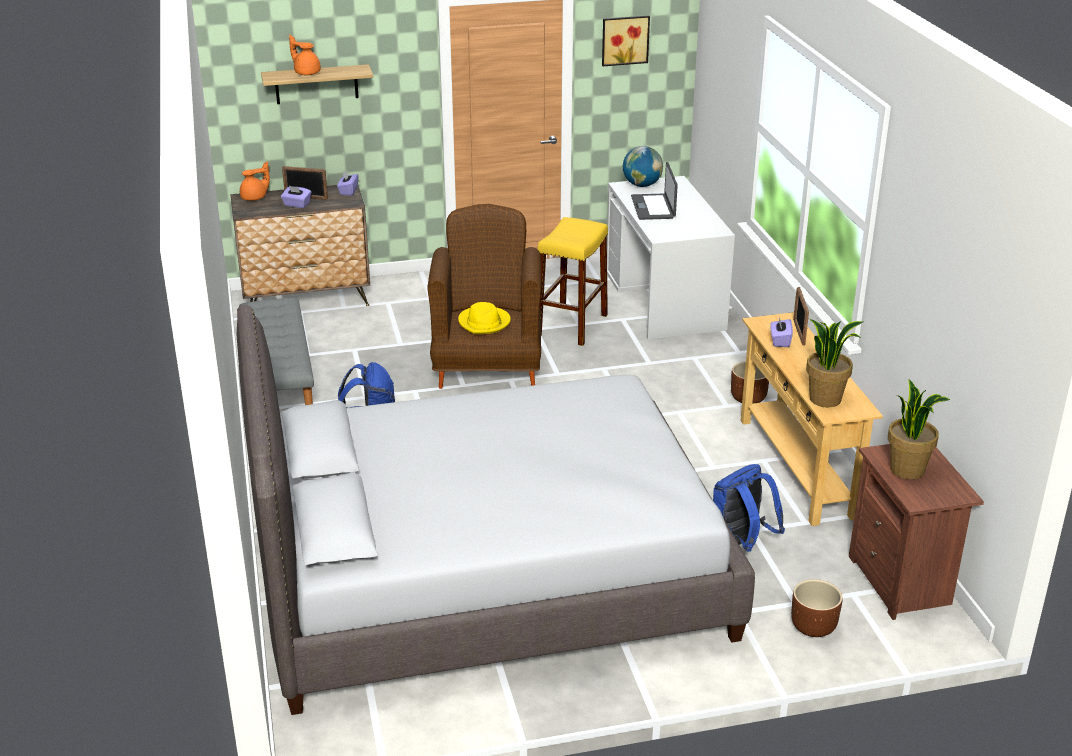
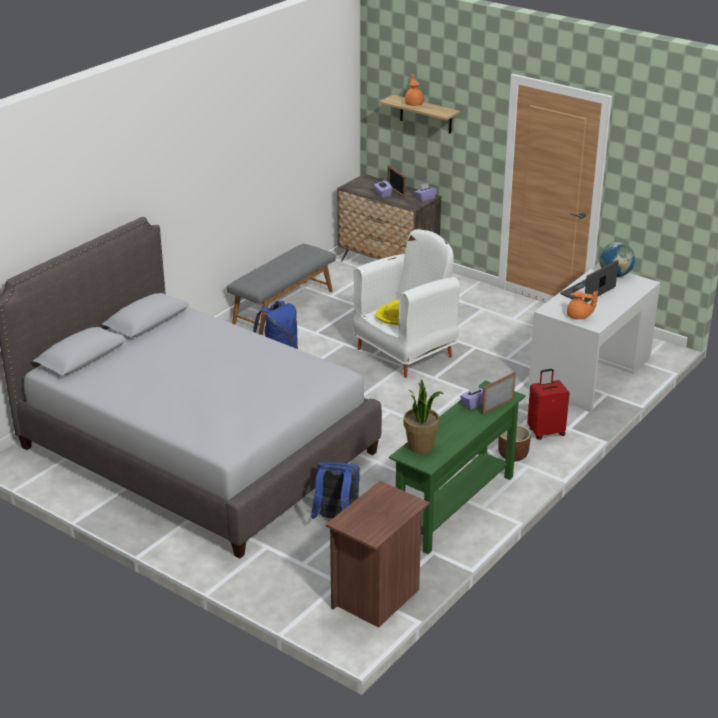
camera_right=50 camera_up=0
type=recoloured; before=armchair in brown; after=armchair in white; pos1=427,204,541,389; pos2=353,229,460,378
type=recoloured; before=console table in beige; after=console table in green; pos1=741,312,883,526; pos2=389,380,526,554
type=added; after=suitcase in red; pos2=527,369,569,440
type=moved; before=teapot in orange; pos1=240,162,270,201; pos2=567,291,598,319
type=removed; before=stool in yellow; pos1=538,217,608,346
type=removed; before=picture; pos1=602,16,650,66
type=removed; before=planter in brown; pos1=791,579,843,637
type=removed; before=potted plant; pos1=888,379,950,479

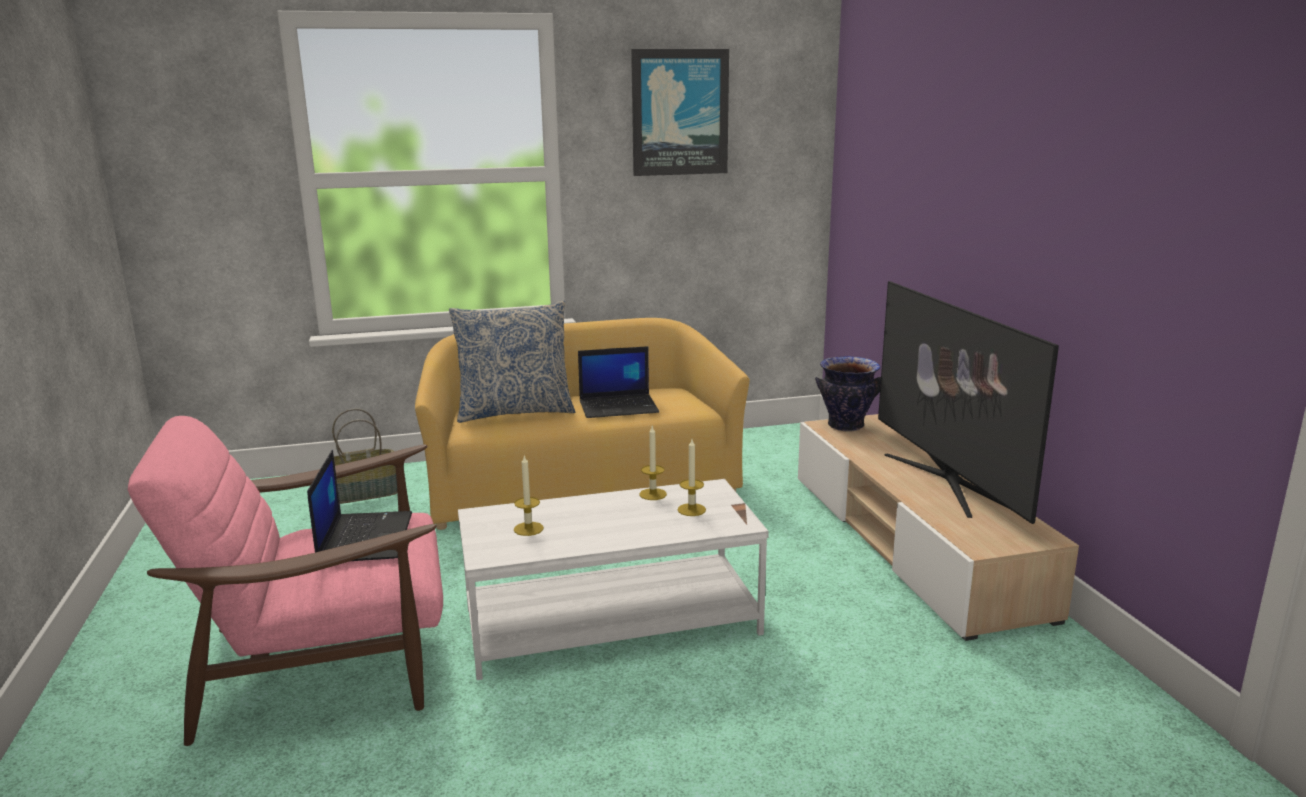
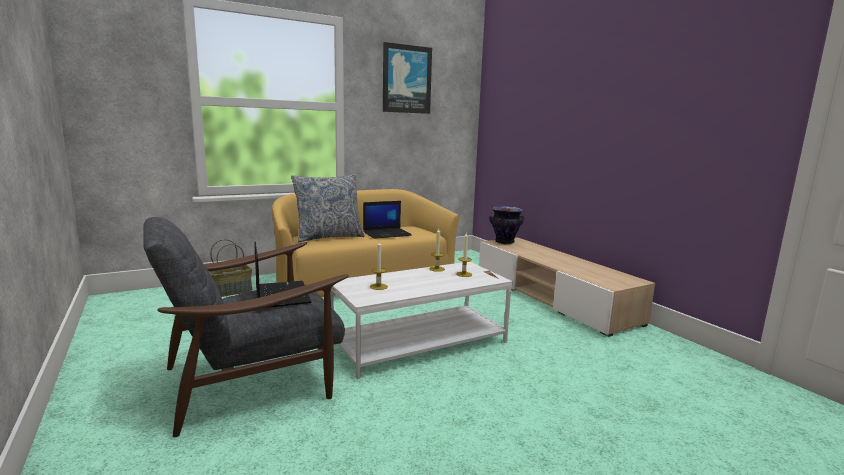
camera_right=-15 camera_up=-5
type=recoloured; before=armchair in pink; after=armchair in grey; pos1=128,416,443,746; pos2=143,217,349,437
type=removed; before=television; pos1=878,281,1059,524

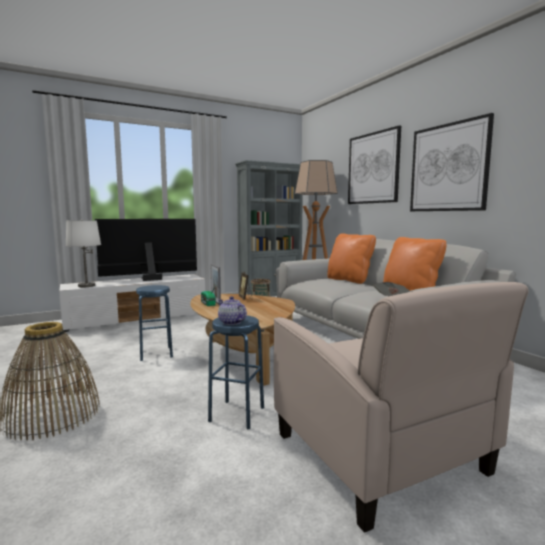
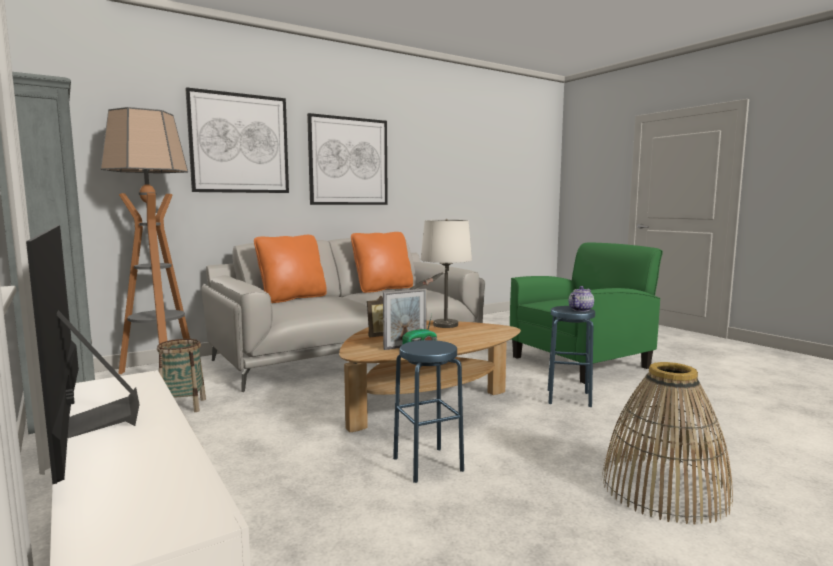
camera_right=-95 camera_up=0
type=moved; before=table lamp in white; pos1=66,220,101,287; pos2=421,219,472,328
type=recoloured; before=armchair in beige; after=armchair in green; pos1=274,282,528,533; pos2=510,243,663,384

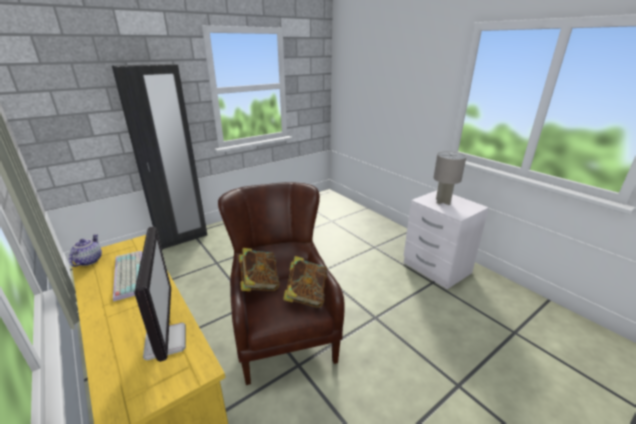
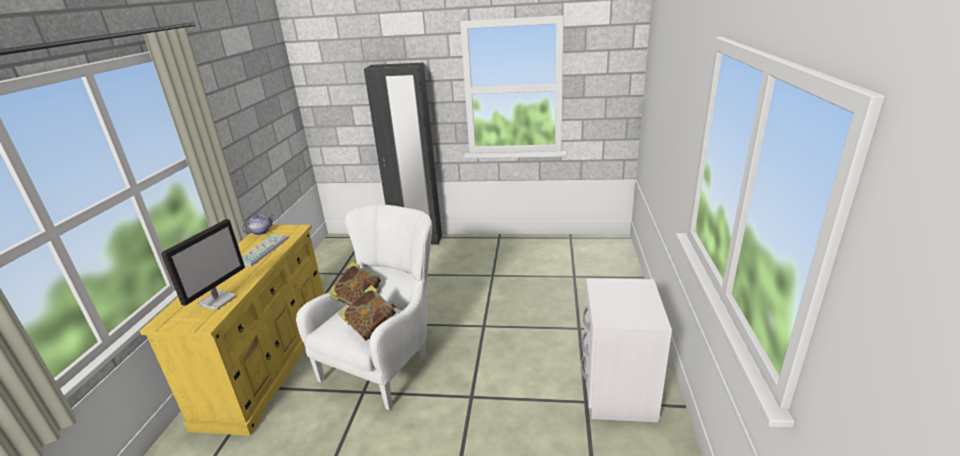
camera_right=45 camera_up=0
type=recoloured; before=armchair in brown; after=armchair in white; pos1=218,182,345,385; pos2=296,205,432,410
type=removed; before=table lamp in grey; pos1=433,151,466,205

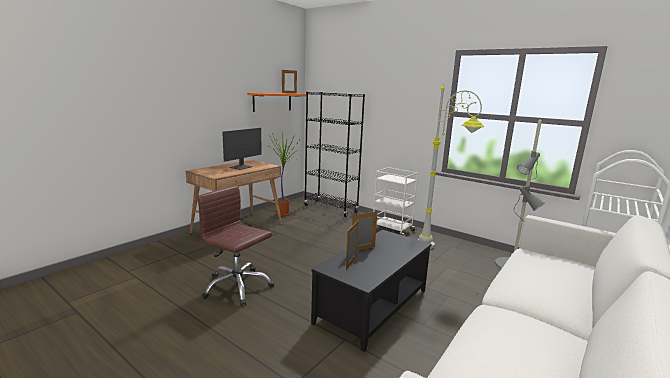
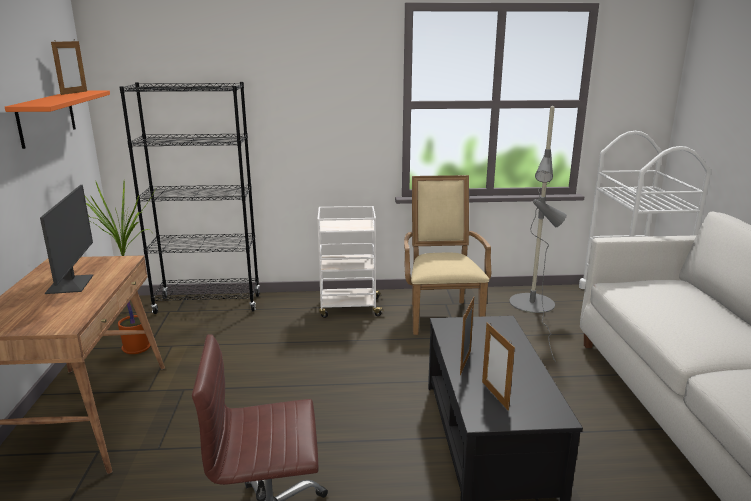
camera_right=-40 camera_up=5
type=replaced; before=floor lamp in grey; after=armchair in beige; pos1=418,83,484,249; pos2=404,175,491,335

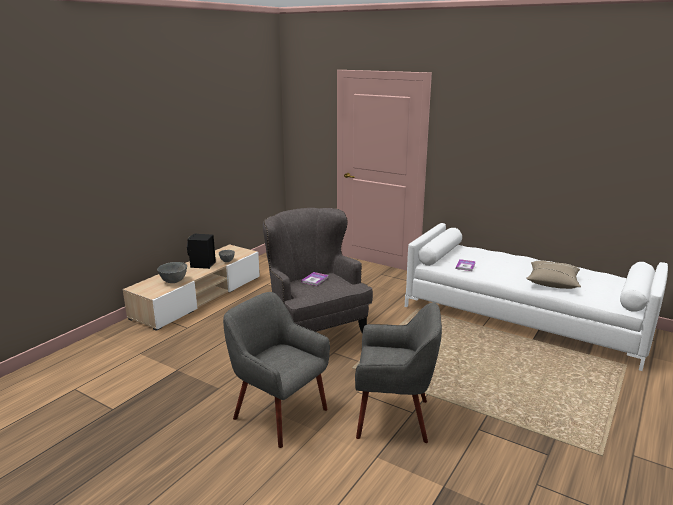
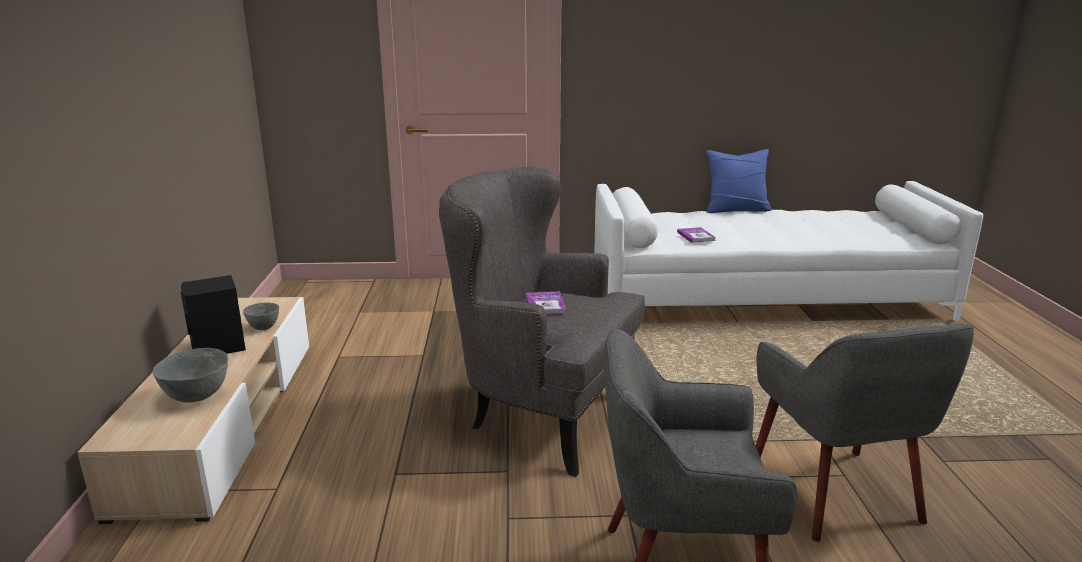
camera_right=-35 camera_up=0
type=added; after=pillow in blue; pos2=706,149,771,213
type=turned; before=armchair in grey; pos1=355,302,442,443; pos2=756,323,974,542; turn=105
type=removed; before=pillow in beige; pos1=526,260,581,289

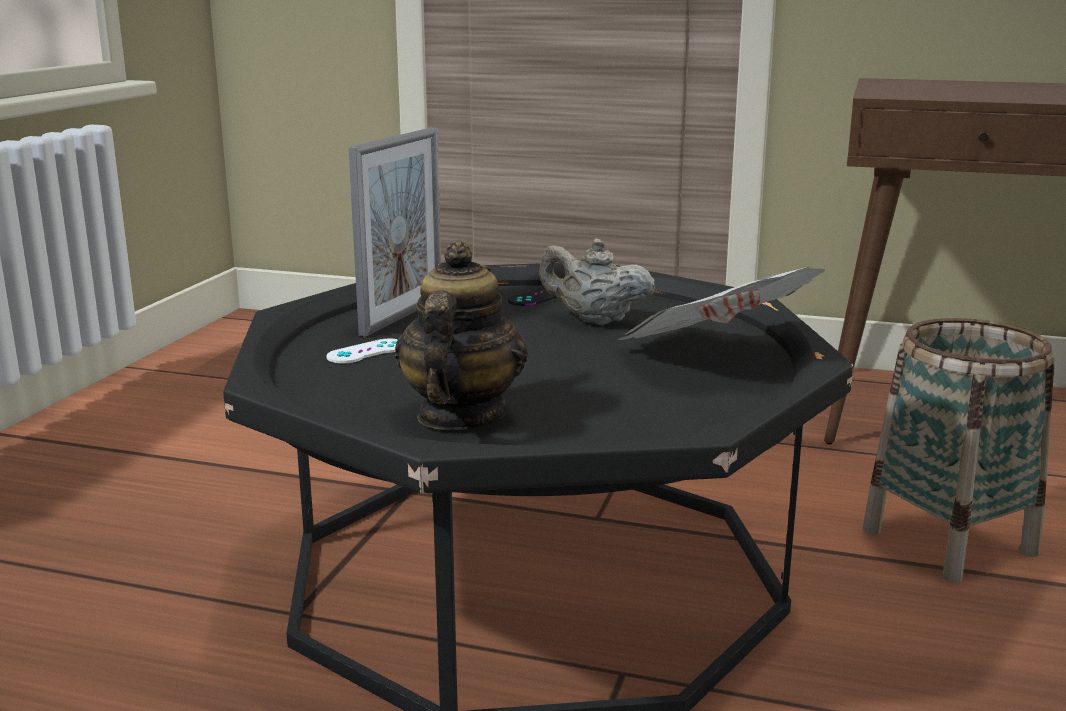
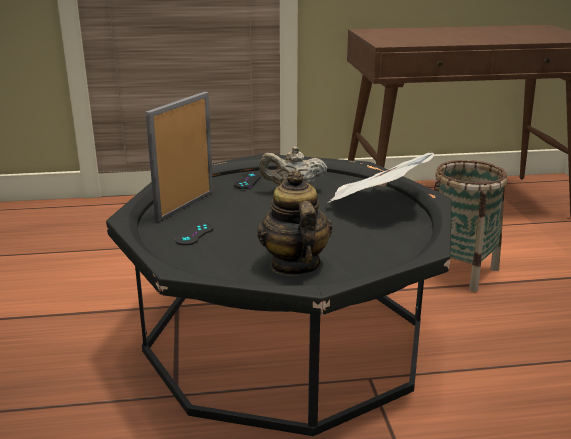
camera_right=-25 camera_up=5
type=turned; before=picture frame; pos1=348,128,441,337; pos2=146,92,213,222; turn=-150
type=recoloured; before=game controller in white; after=game controller in black; pos1=326,339,398,363; pos2=175,223,213,245

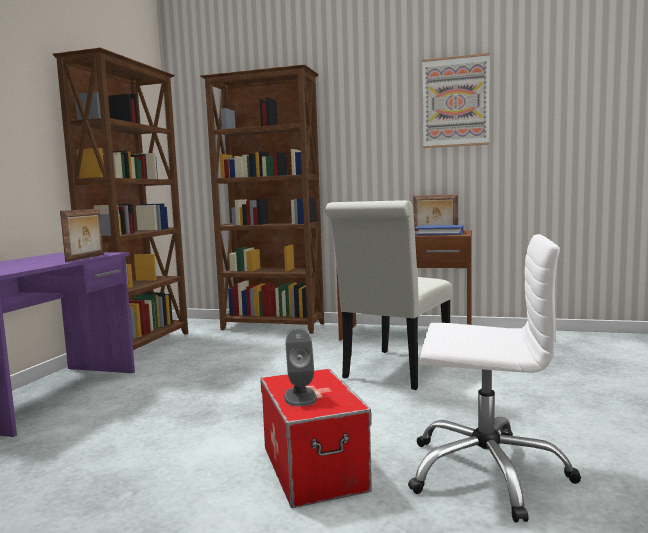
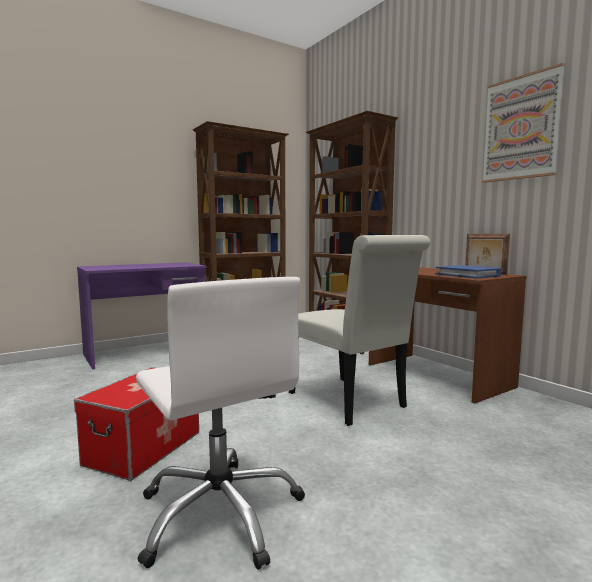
camera_right=40 camera_up=0
type=turned; before=chair in white; pos1=325,200,453,390; pos2=289,235,430,426; turn=-105
type=removed; before=picture frame; pos1=60,209,104,262
type=removed; before=speaker in grey; pos1=284,329,317,406

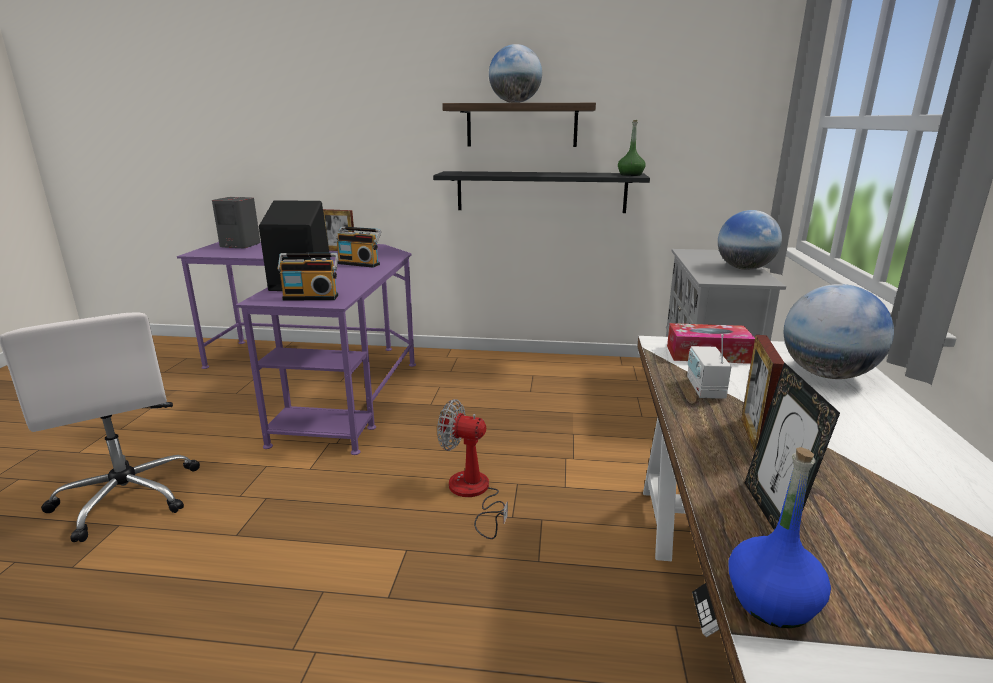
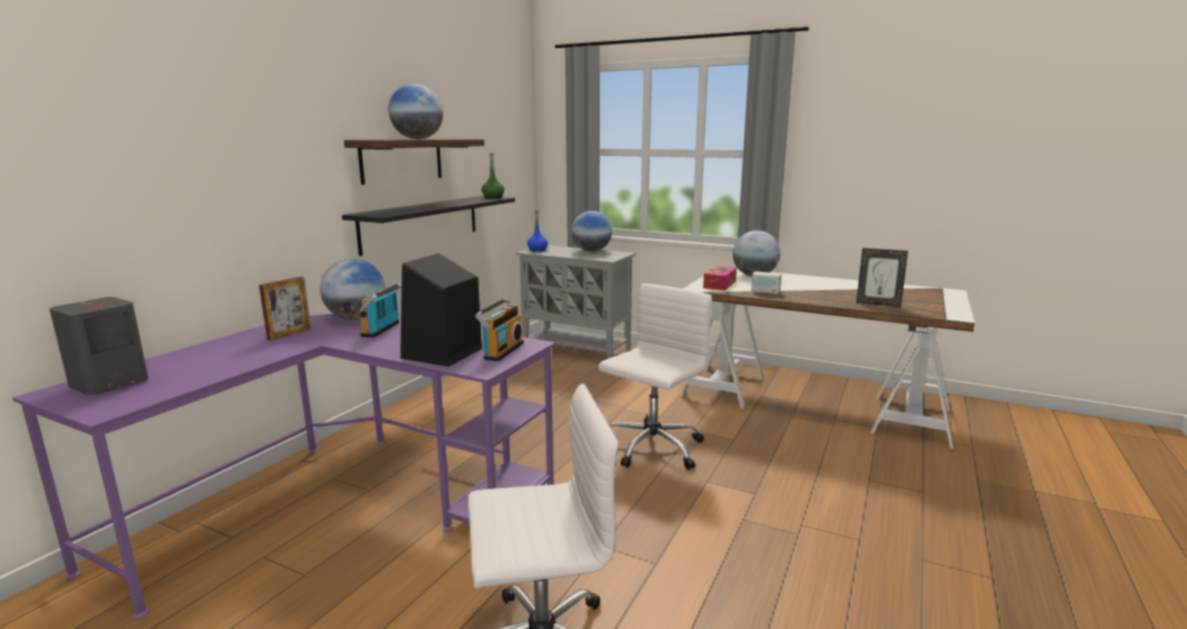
camera_right=-70 camera_up=-5
type=added; after=globe; pos2=320,258,386,320
type=turned; before=radio; pos1=336,226,382,268; pos2=359,283,402,338; turn=150
type=moved; before=bottle in blue; pos1=728,447,831,628; pos2=527,210,548,252
type=replaced; before=fan; after=office chair in white; pos1=437,399,508,539; pos2=598,283,712,470
type=removed; before=picture frame; pos1=741,335,784,453

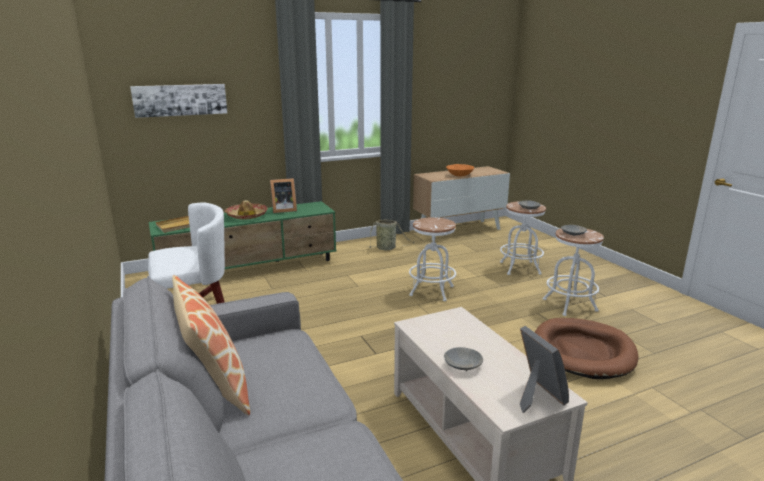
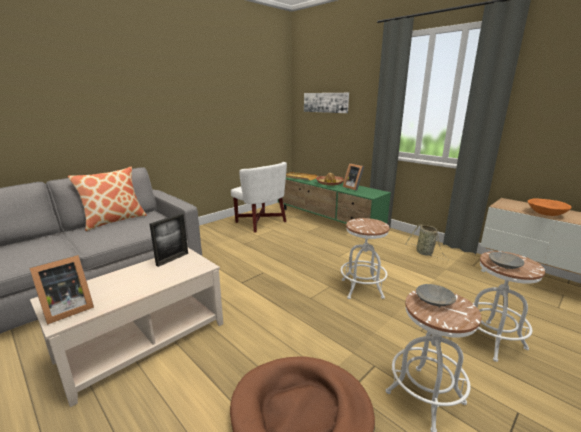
camera_right=70 camera_up=0
type=added; after=picture frame; pos2=149,213,188,267
type=removed; before=bowl in grey; pos1=444,347,483,372

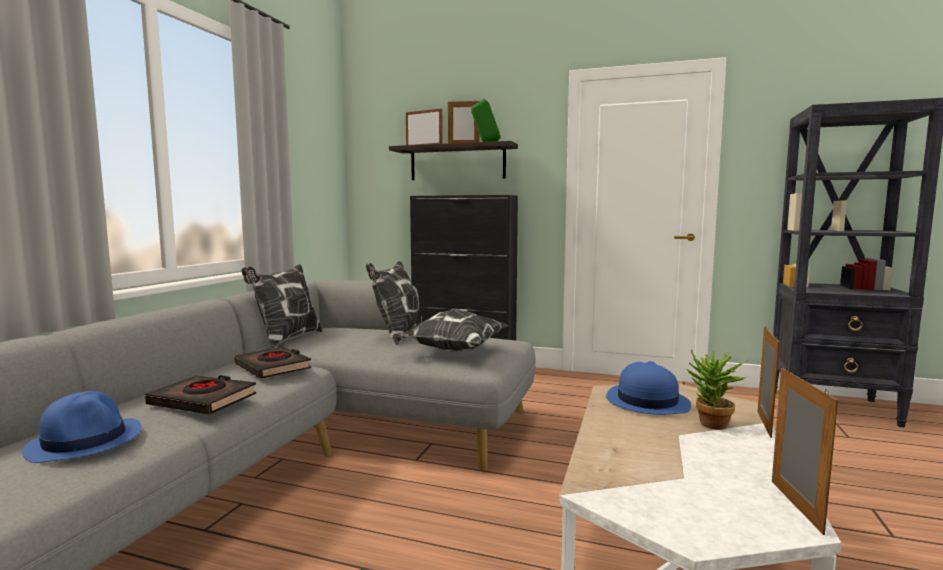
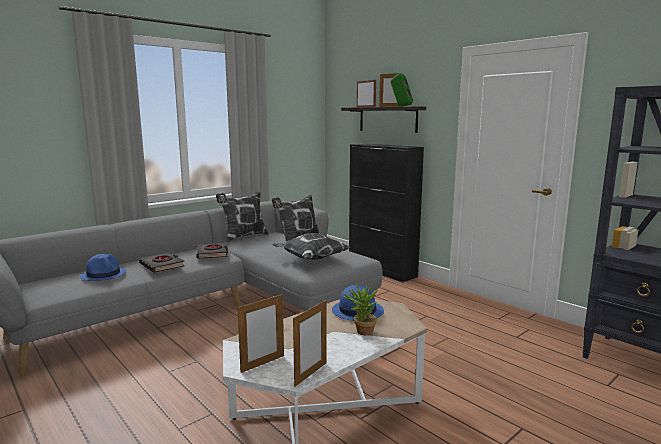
camera_right=30 camera_up=5
type=moved; before=picture frame; pos1=757,326,780,438; pos2=237,294,284,373

